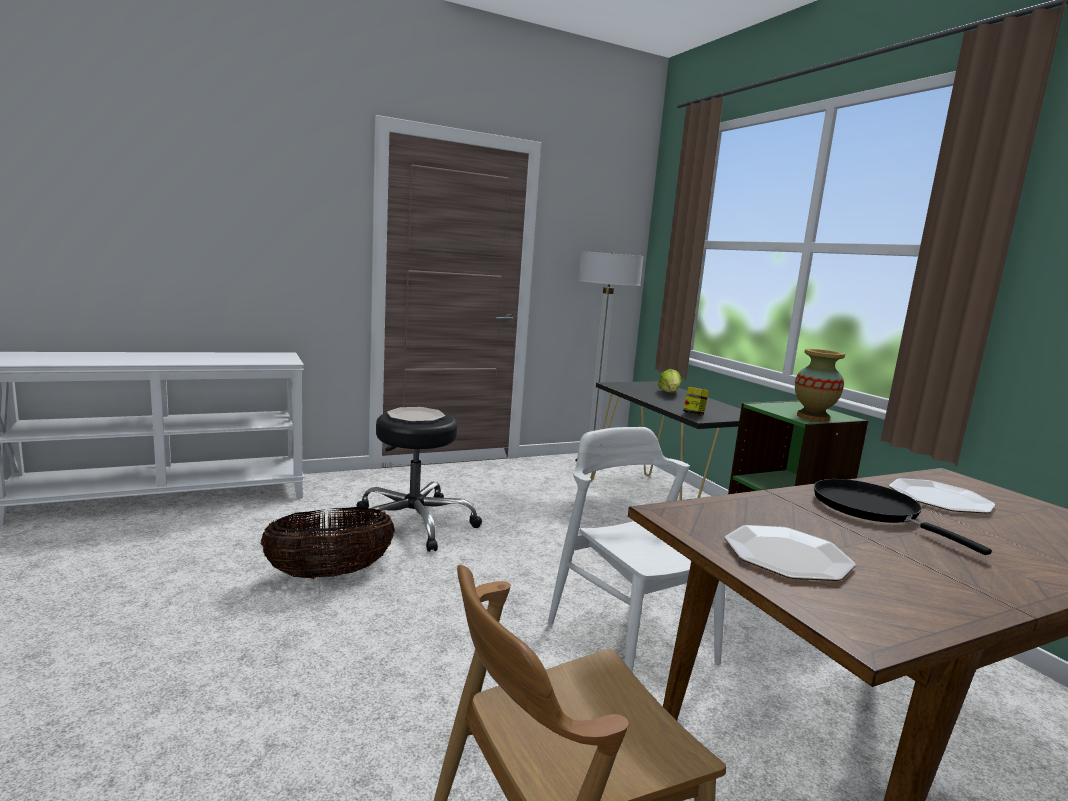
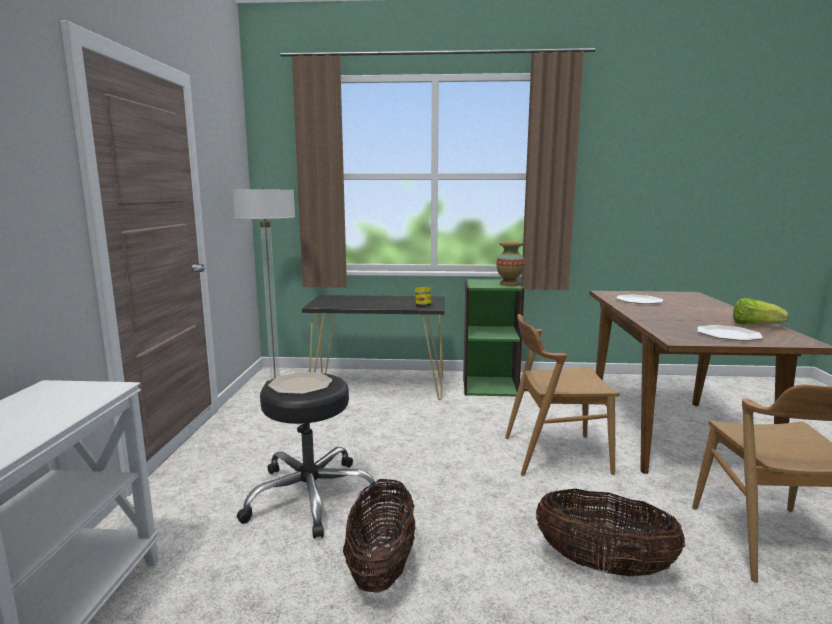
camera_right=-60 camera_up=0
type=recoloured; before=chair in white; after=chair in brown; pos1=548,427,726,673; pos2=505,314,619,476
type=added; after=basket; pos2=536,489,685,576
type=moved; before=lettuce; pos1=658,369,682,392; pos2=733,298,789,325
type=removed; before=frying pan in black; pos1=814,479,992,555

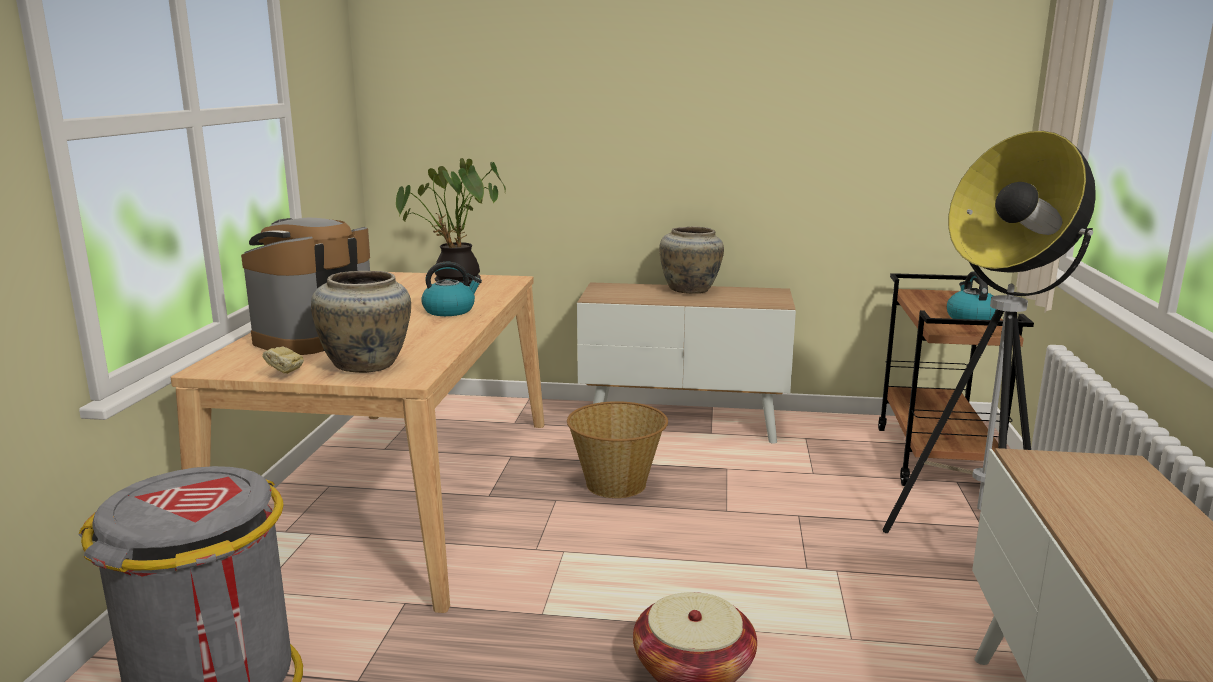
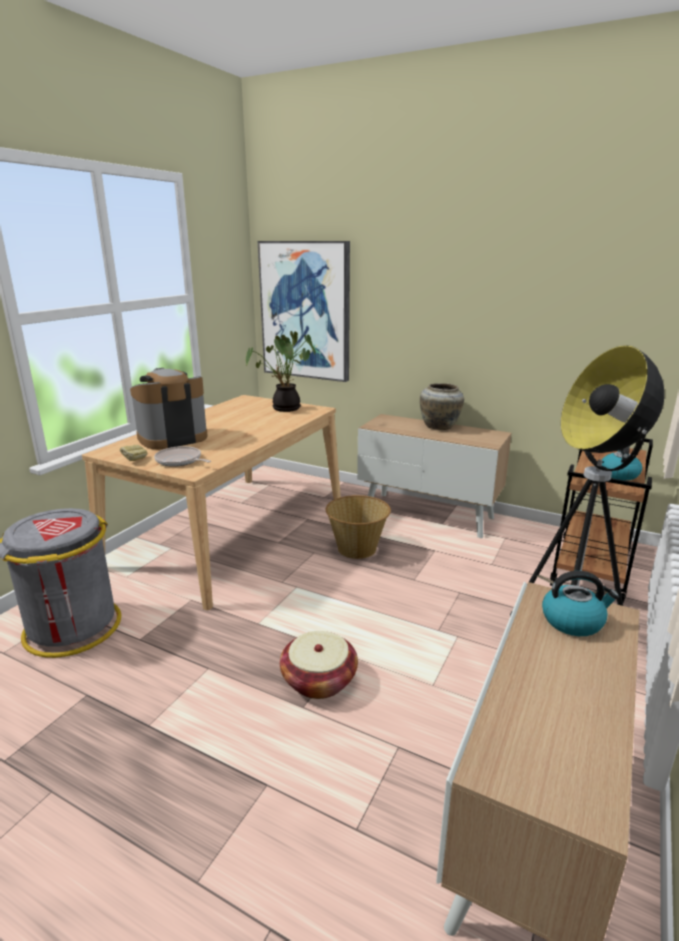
camera_right=20 camera_up=5
type=replaced; before=vase in beige; after=frying pan; pos1=311,271,411,373; pos2=154,446,211,467
type=added; after=picture; pos2=258,241,350,382
type=moved; before=kettle; pos1=421,262,482,316; pos2=542,571,619,636

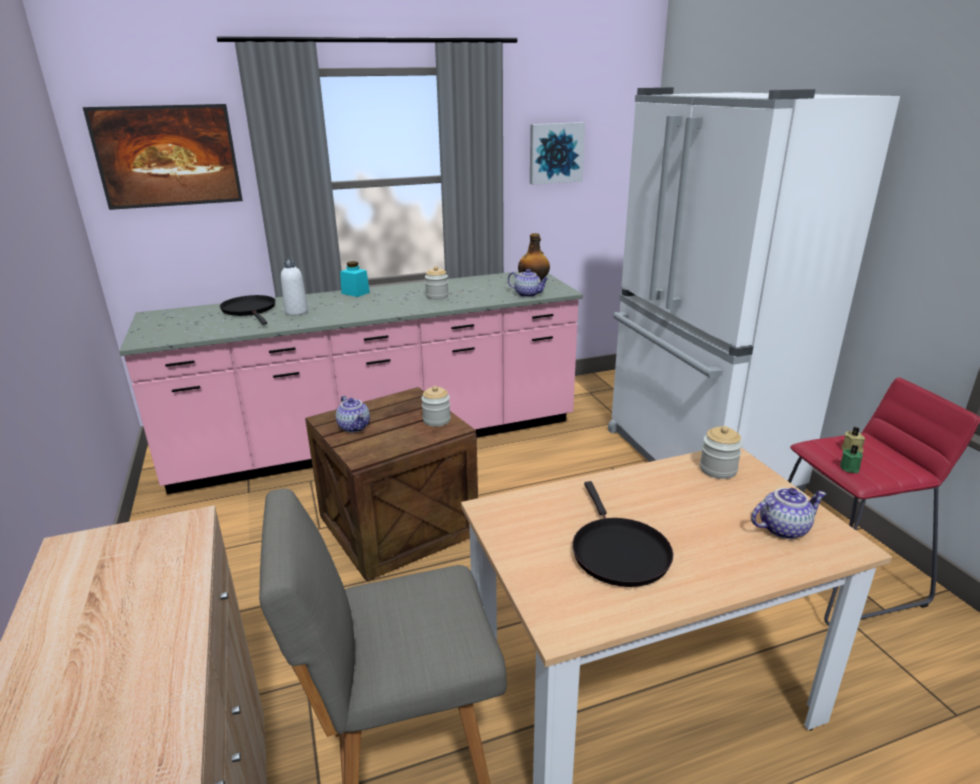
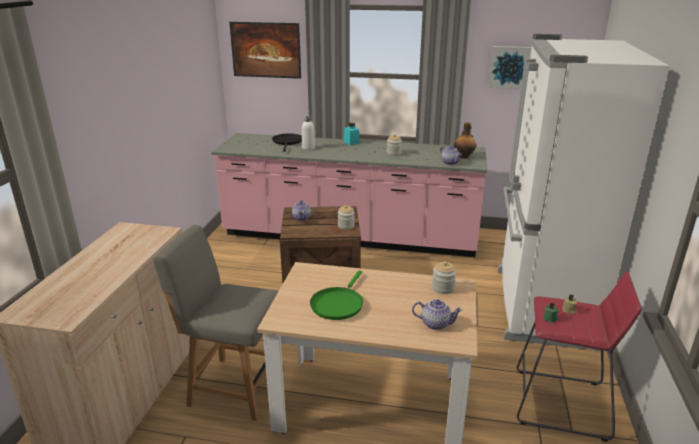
camera_right=30 camera_up=0
type=recoloured; before=frying pan in black; after=frying pan in green; pos1=572,481,673,587; pos2=310,270,363,320

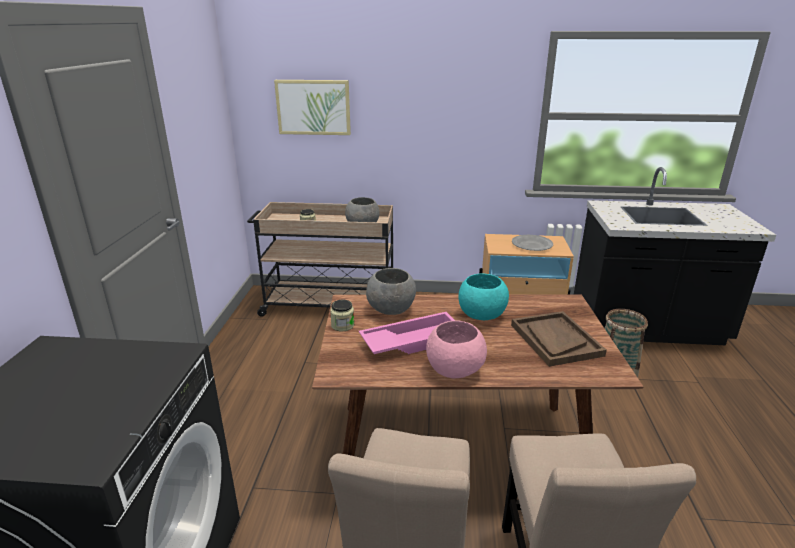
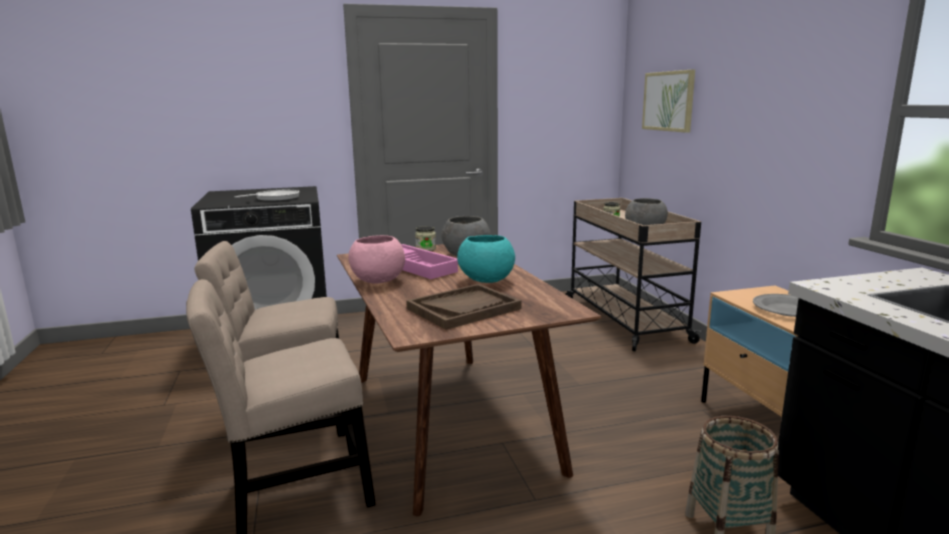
camera_right=70 camera_up=-10
type=added; after=frying pan; pos2=234,190,299,201

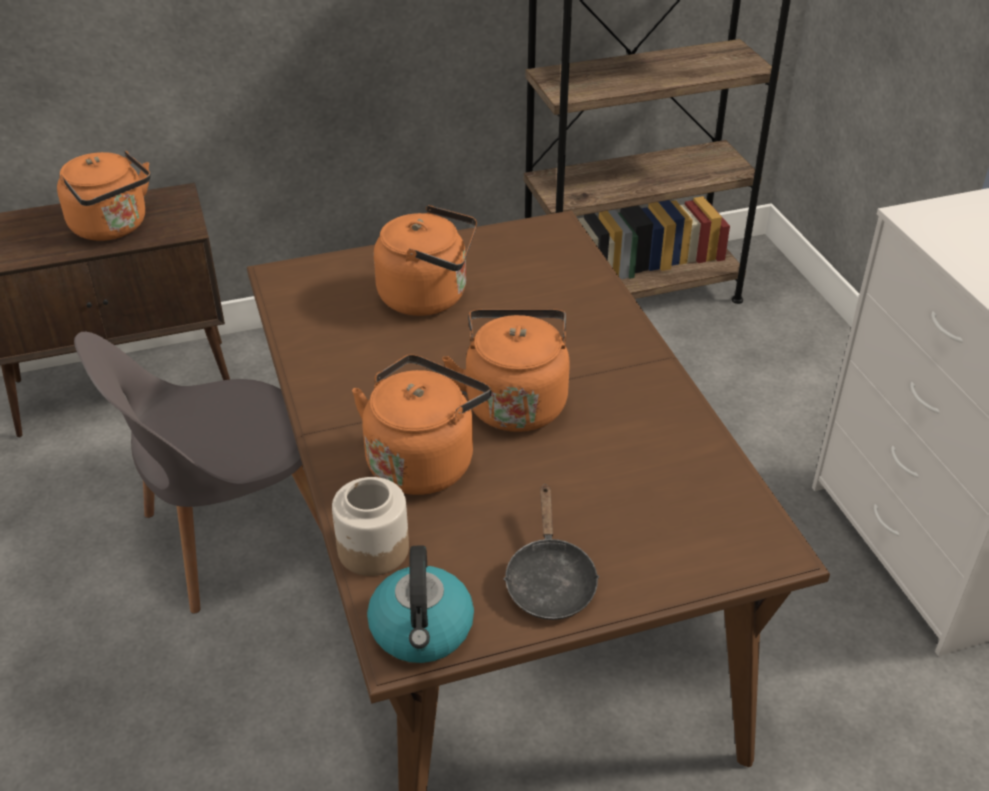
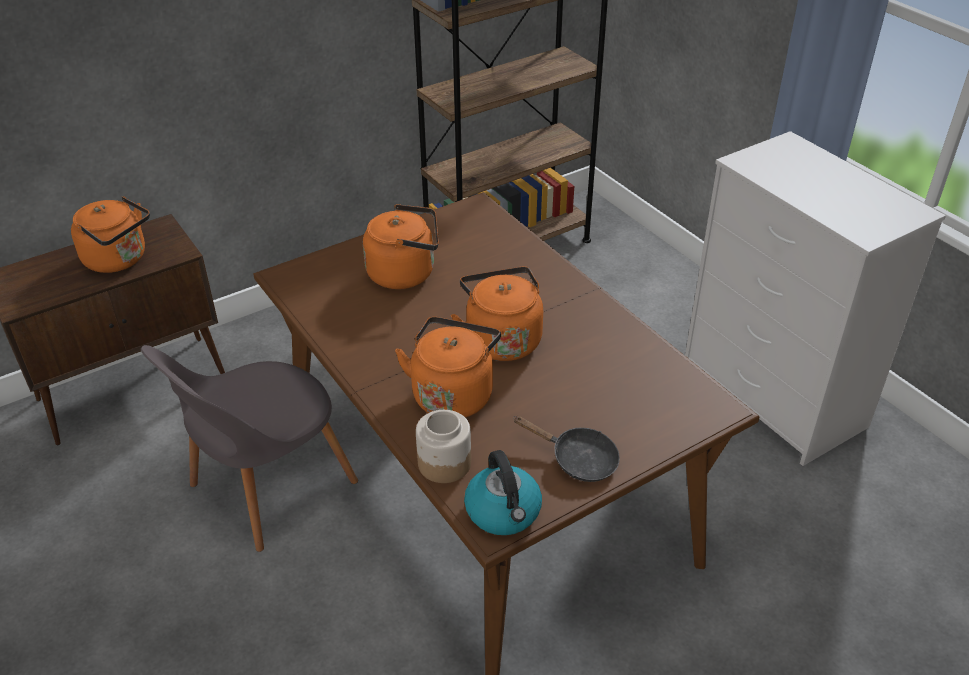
camera_right=-15 camera_up=0
type=turned; before=frying pan in black; pos1=504,484,599,620; pos2=513,416,620,482; turn=-45

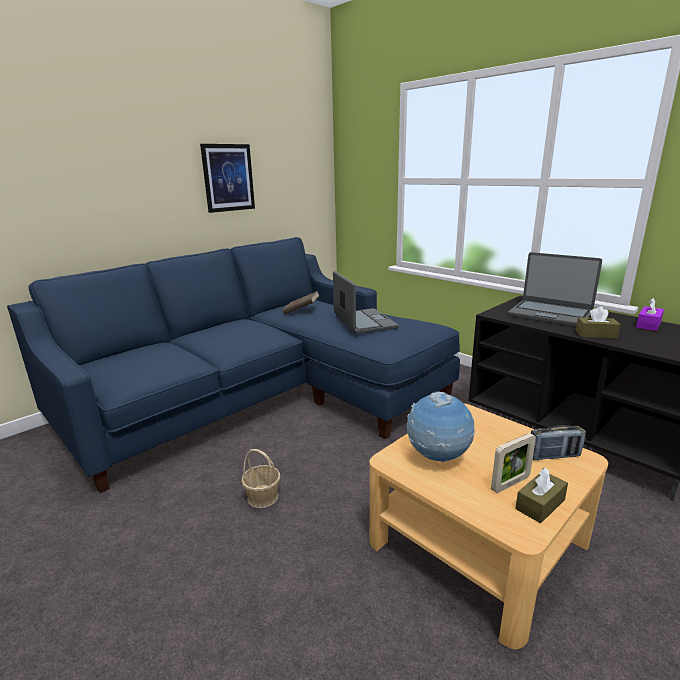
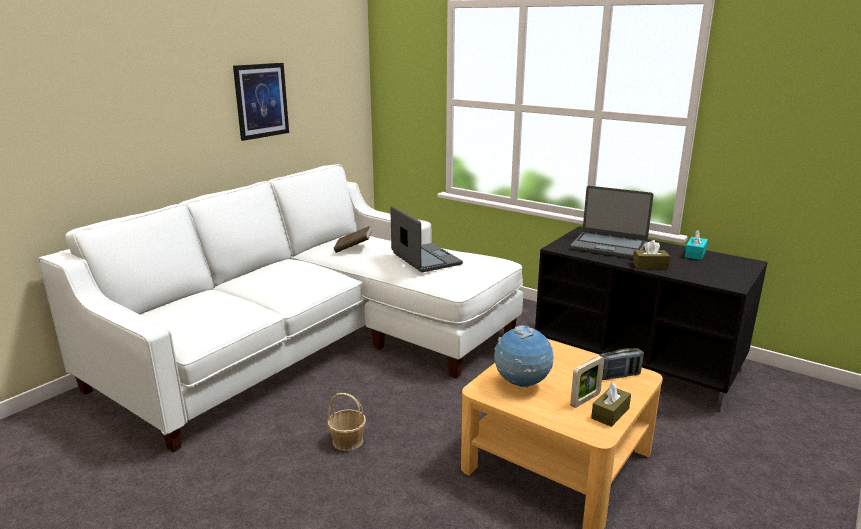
camera_right=-10 camera_up=0
type=recoloured; before=sofa in blue; after=sofa in white; pos1=7,237,460,493; pos2=38,164,523,452
type=recoloured; before=tissue box in purple; after=tissue box in turquoise; pos1=636,298,664,331; pos2=685,230,708,260

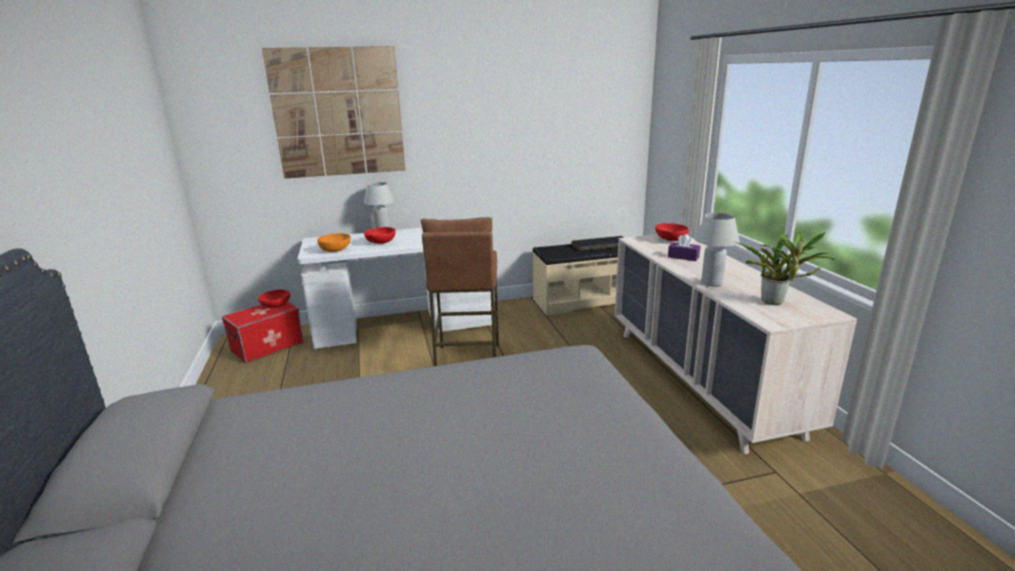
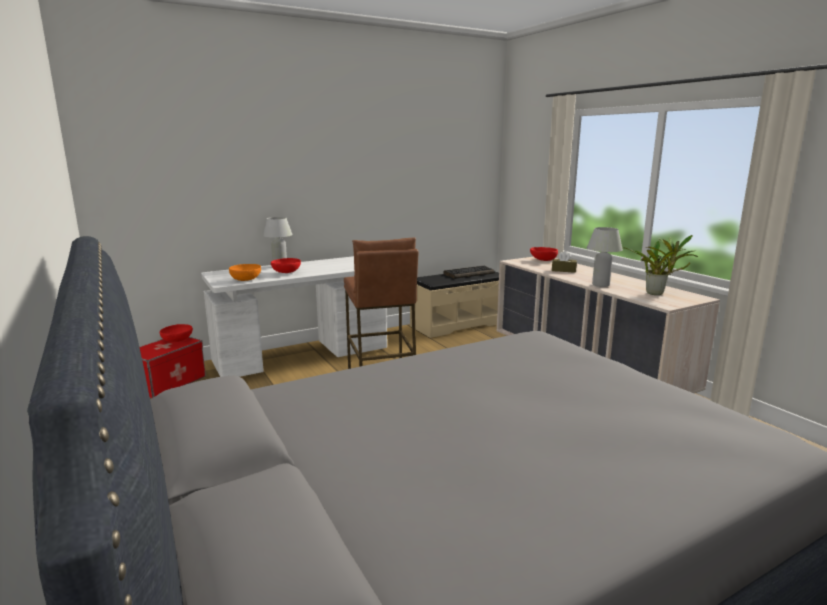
camera_right=-15 camera_up=-5
type=recoloured; before=tissue box in purple; after=tissue box in brown; pos1=668,234,701,261; pos2=552,251,577,273
type=removed; before=picture; pos1=262,46,405,179

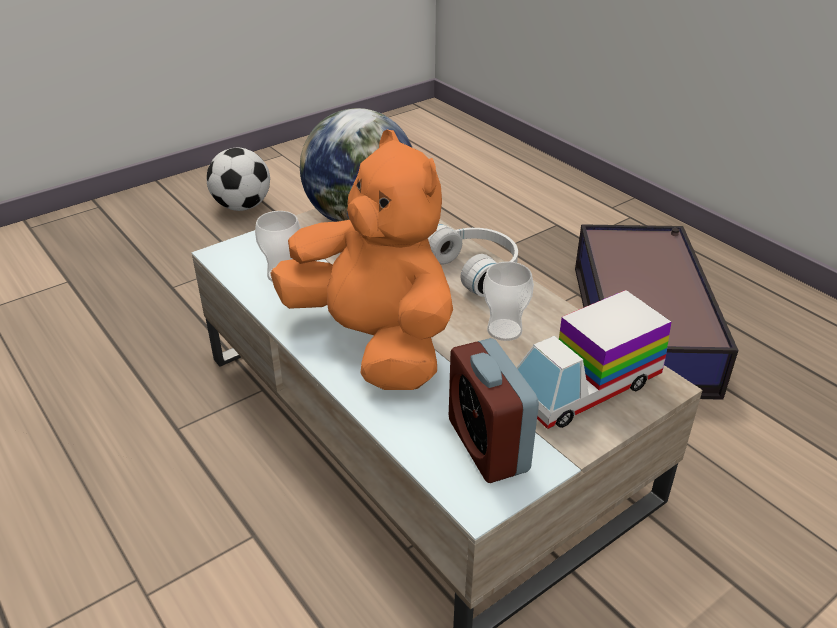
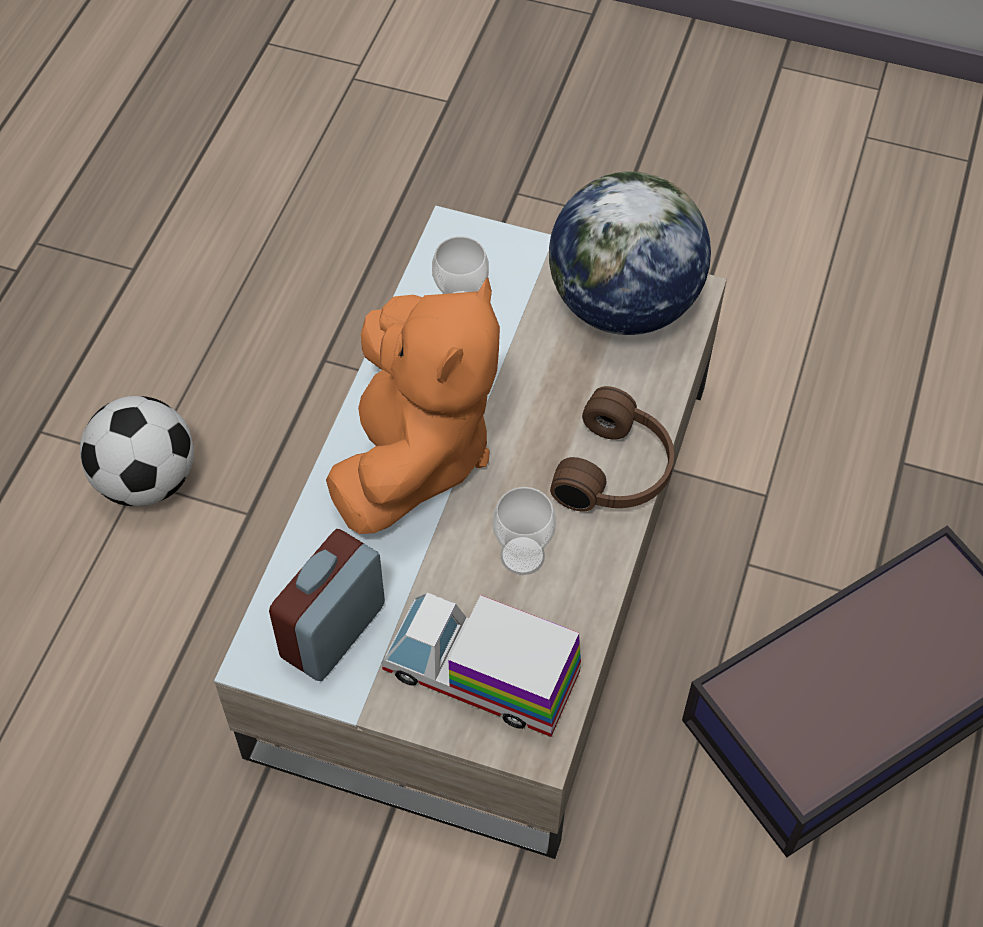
camera_right=55 camera_up=20
type=moved; before=football; pos1=207,148,270,211; pos2=80,396,194,506
type=recoloured; before=headphones in white; after=headphones in brown; pos1=428,224,518,297; pos2=550,386,674,512

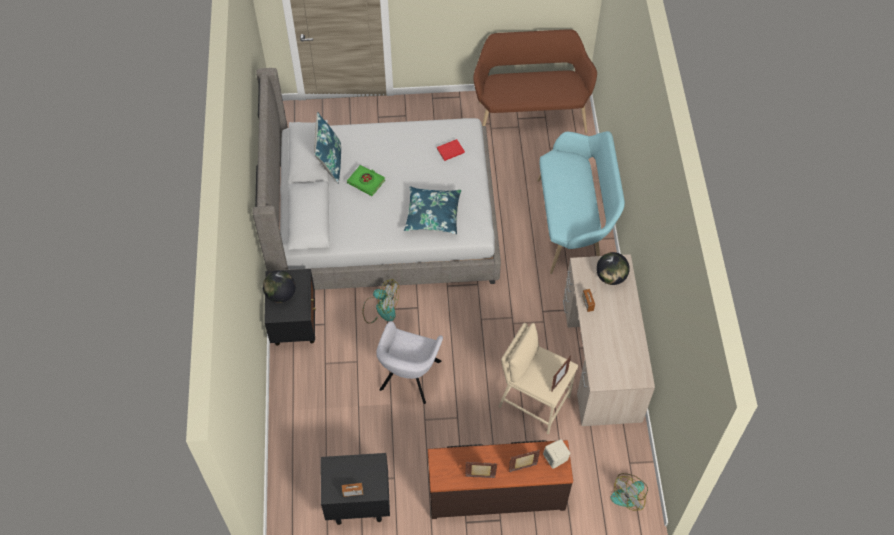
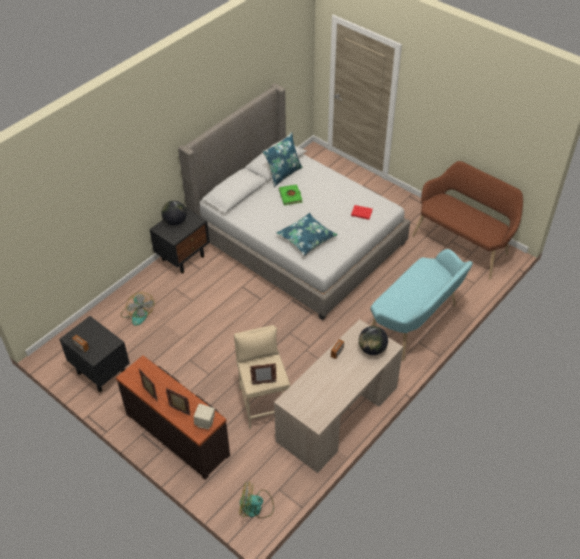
camera_right=45 camera_up=-10
type=moved; before=fan; pos1=362,279,399,324; pos2=121,292,155,326
type=removed; before=armchair in grey; pos1=376,321,443,404

